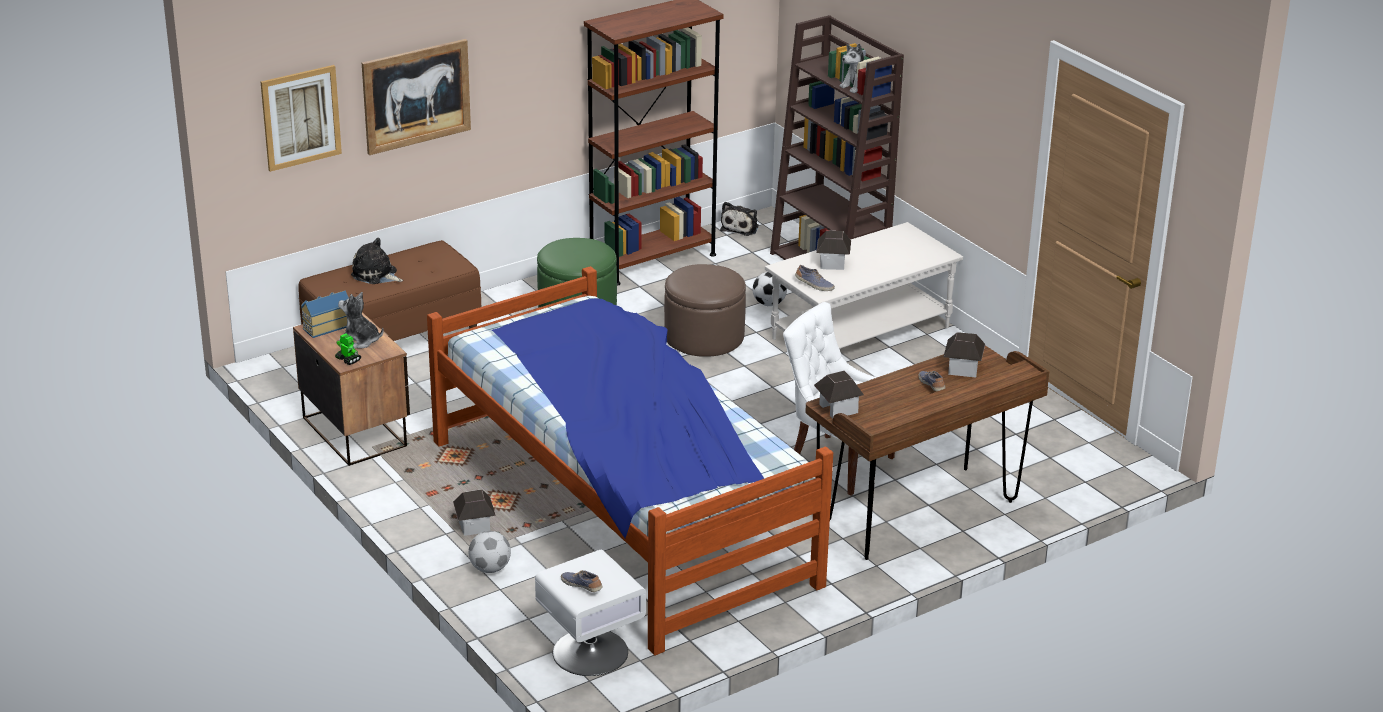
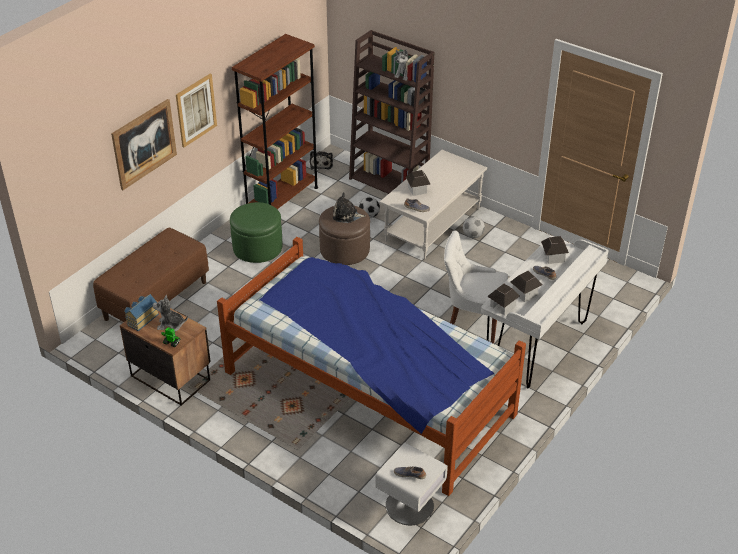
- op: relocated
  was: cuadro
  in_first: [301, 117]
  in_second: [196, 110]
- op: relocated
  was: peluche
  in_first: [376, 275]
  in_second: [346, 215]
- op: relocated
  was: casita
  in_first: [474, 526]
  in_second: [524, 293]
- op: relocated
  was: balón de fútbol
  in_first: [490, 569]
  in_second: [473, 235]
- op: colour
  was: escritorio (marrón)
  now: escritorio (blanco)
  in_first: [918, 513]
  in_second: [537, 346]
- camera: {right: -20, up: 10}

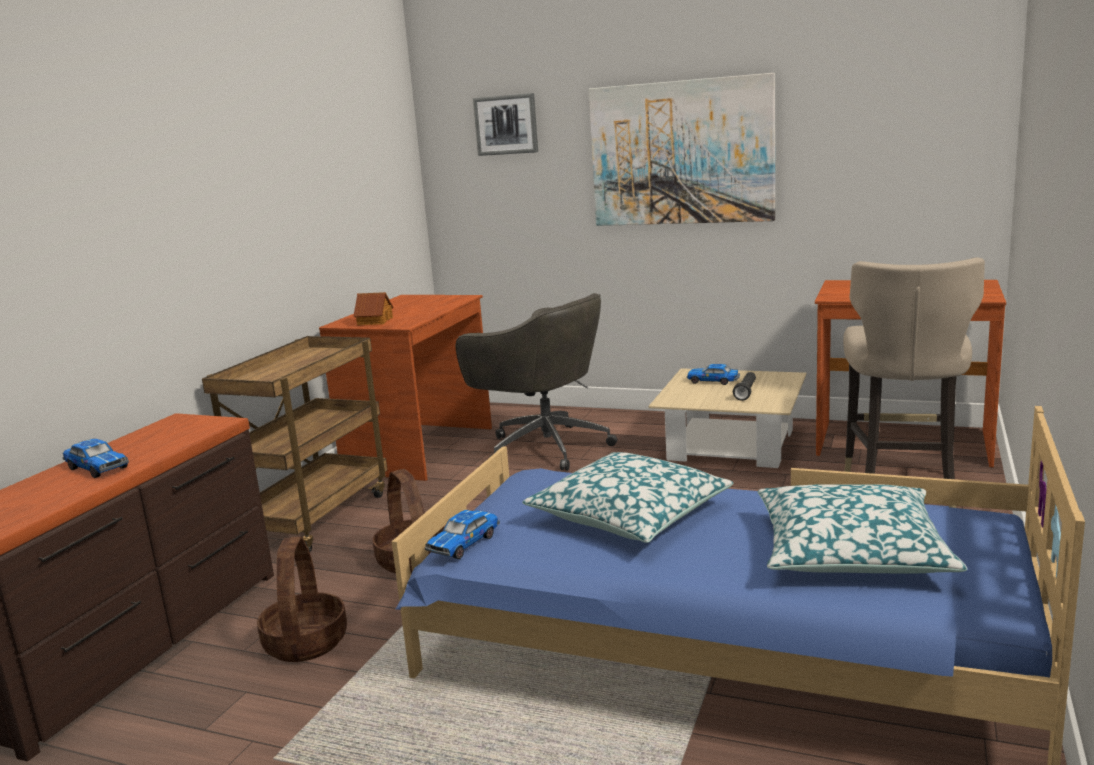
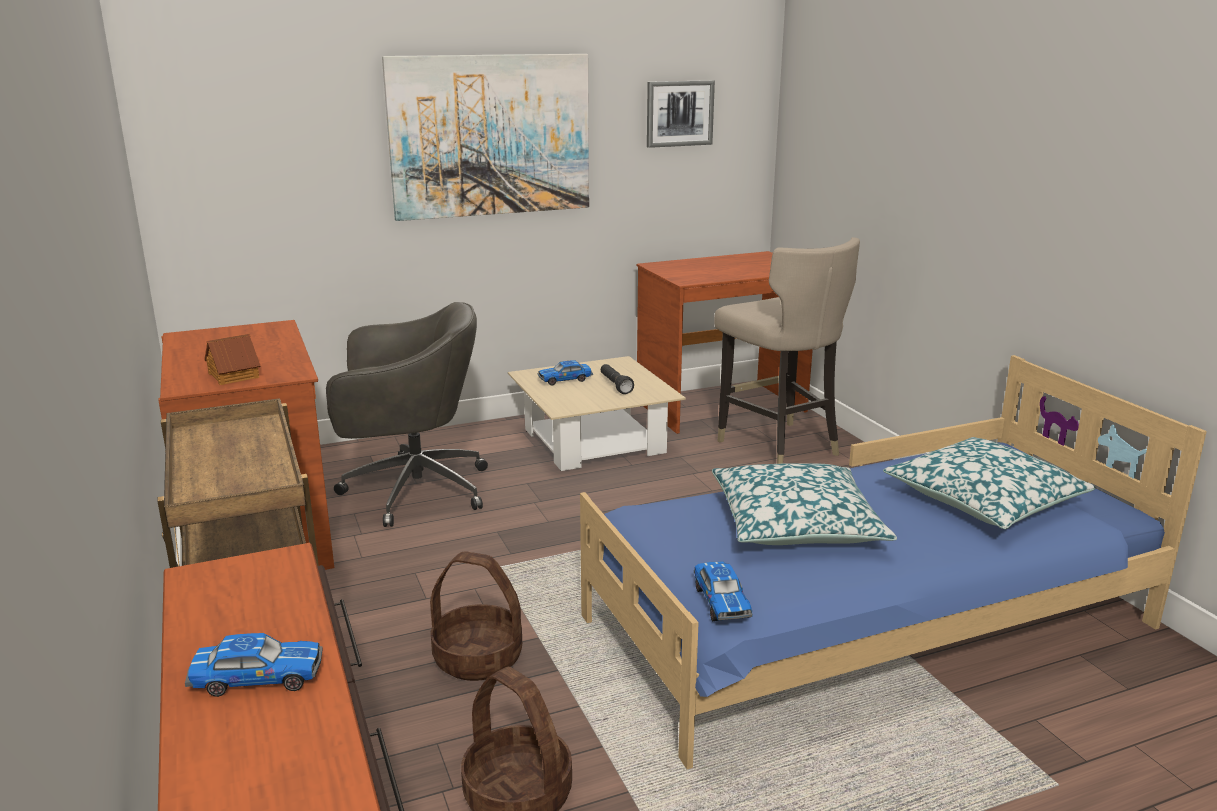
- op: relocated
  was: cuadro
  in_first: [506, 125]
  in_second: [679, 113]
- camera: {right: -45, up: 5}

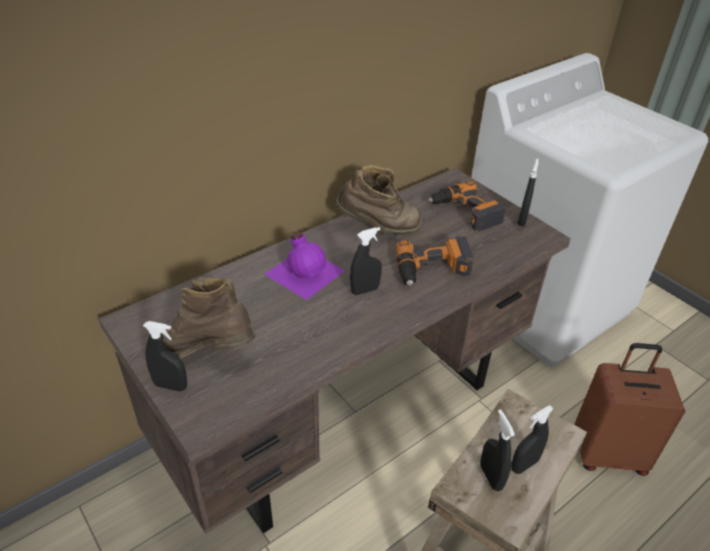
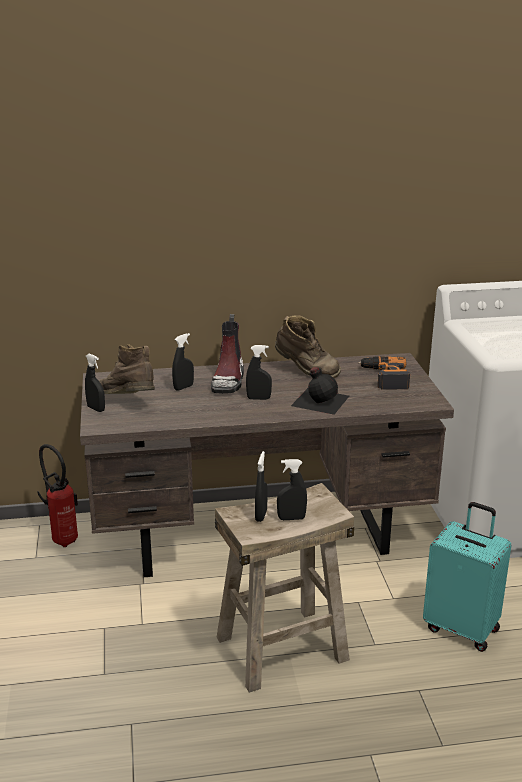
- op: appeared
  now: extintor
  in_second: [63, 539]
- op: relocated
  was: pulverizador (negro)
  in_first: [522, 220]
  in_second: [183, 387]
- op: exchanged
  was: botella (morado)
  now: bota
  in_first: [304, 271]
  in_second: [228, 381]
- op: exchanged
  was: taladro
  now: botella (negro)
  in_first: [433, 269]
  in_second: [320, 400]
- op: colour
  was: maleta (marrón)
  now: maleta (turquesa)
  in_first: [608, 453]
  in_second: [462, 628]
- camera: {right: 30, up: -15}

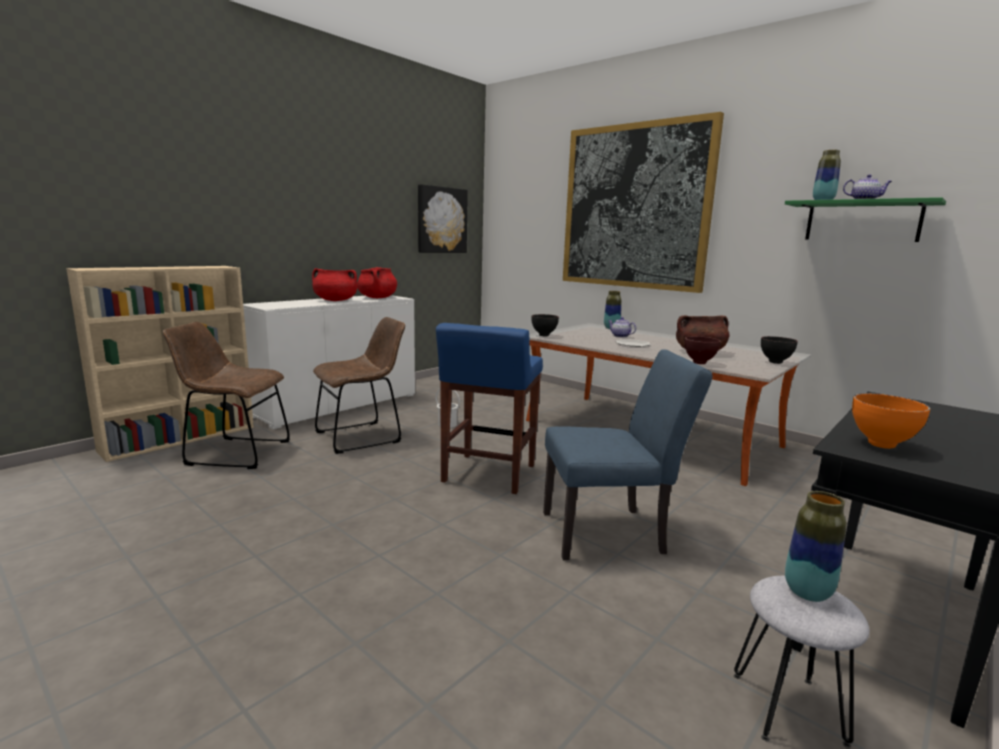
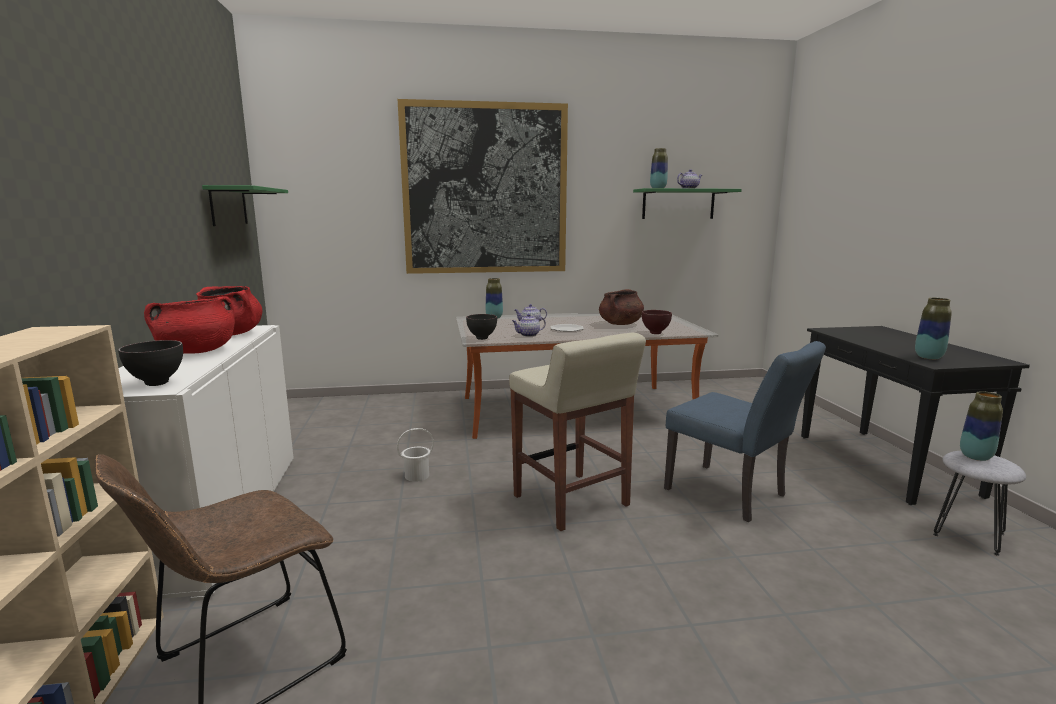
- op: missing
  was: silla (marrón)
  in_first: [362, 436]
- op: appeared
  now: tetera
  in_second: [528, 335]
- op: relocated
  was: cuenco (negro)
  in_first: [774, 362]
  in_second: [155, 384]
- op: exchanged
  was: cuadro
  now: estante (verde)
  in_first: [442, 220]
  in_second: [228, 206]
- op: exchanged
  was: cuenco (naranja)
  now: florero
  in_first: [880, 445]
  in_second: [928, 357]
- op: colour
  was: taburete (azul)
  now: taburete (beis)
  in_first: [488, 474]
  in_second: [571, 502]
- op: spun
  was: silla (azul)
  in_first: [612, 533]
  in_second: [733, 495]
  clockwise: 105
- camera: {right: -50, up: 0}

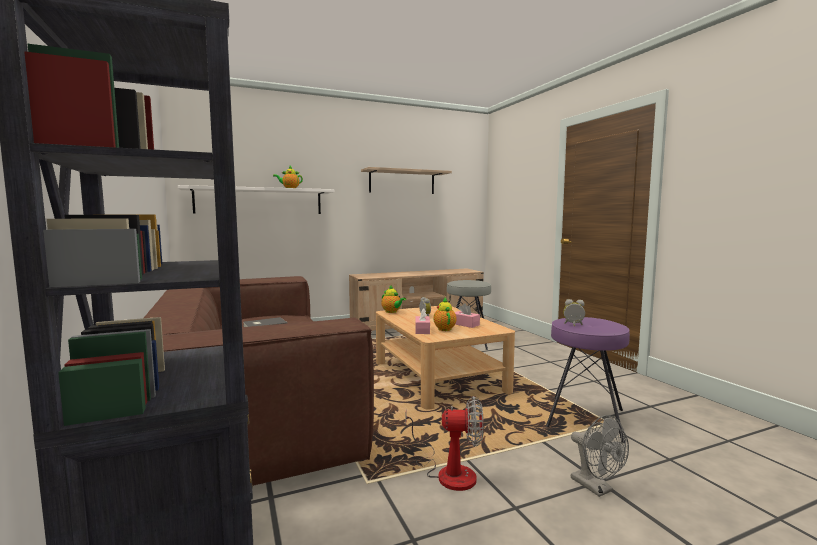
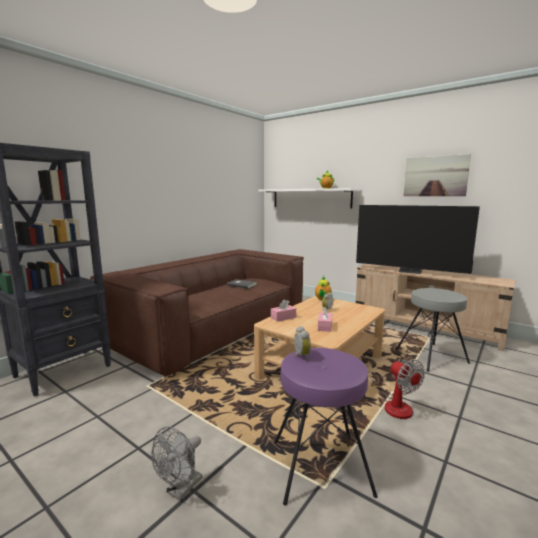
- op: missing
  was: tetera
  in_first: [444, 328]
- op: appeared
  now: televisor
  in_second: [410, 271]
- op: relocated
  was: ventilador
  in_first: [447, 471]
  in_second: [399, 404]
- op: exchanged
  was: estante
  now: cuadro
  in_first: [402, 182]
  in_second: [435, 176]
- camera: {right: 60, up: 5}

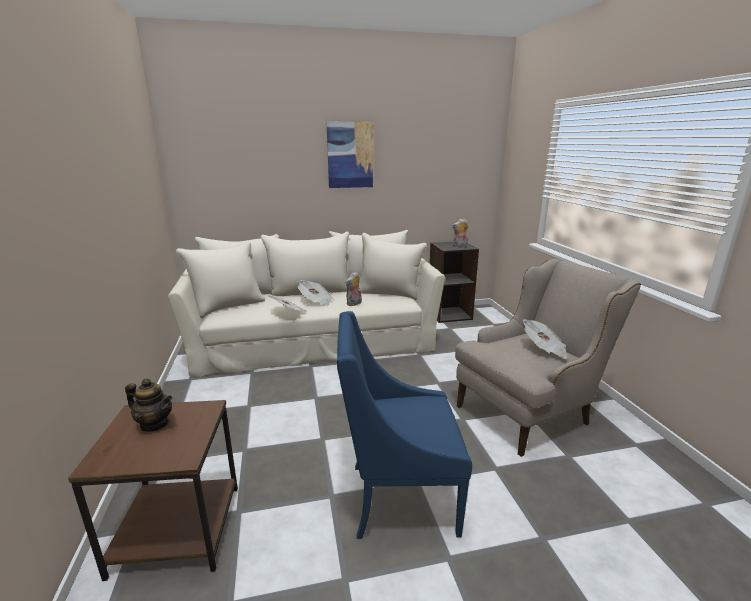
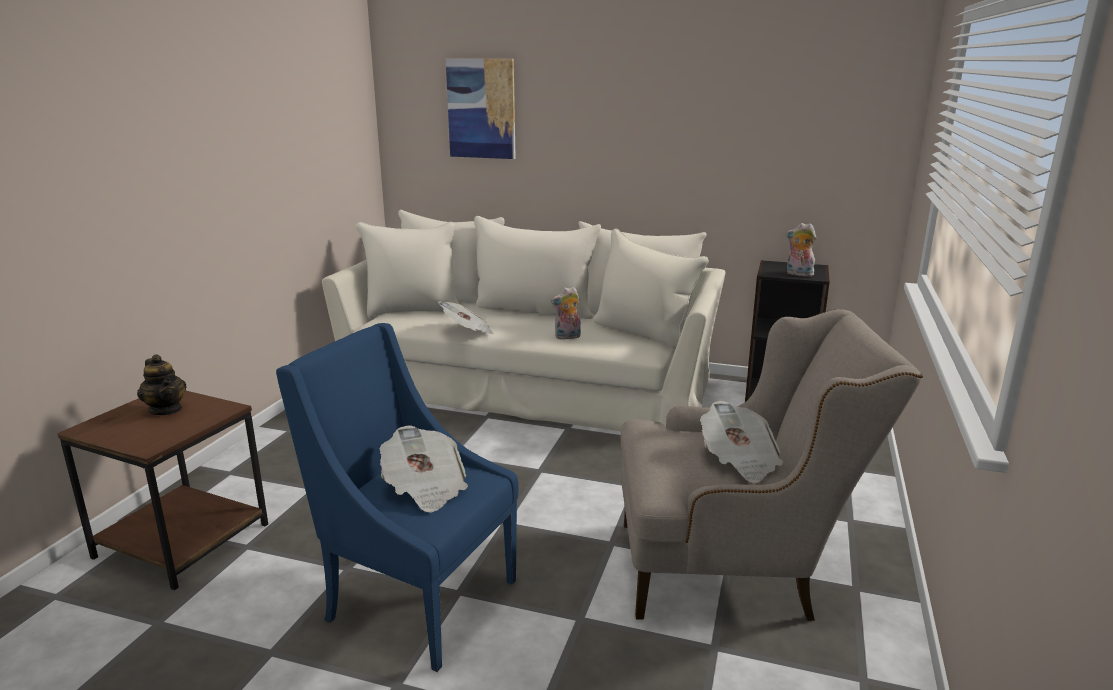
- op: relocated
  was: periódico
  in_first: [316, 301]
  in_second: [425, 488]
- op: relocated
  was: cuadro
  in_first: [350, 155]
  in_second: [481, 109]
- camera: {right: 30, up: 0}

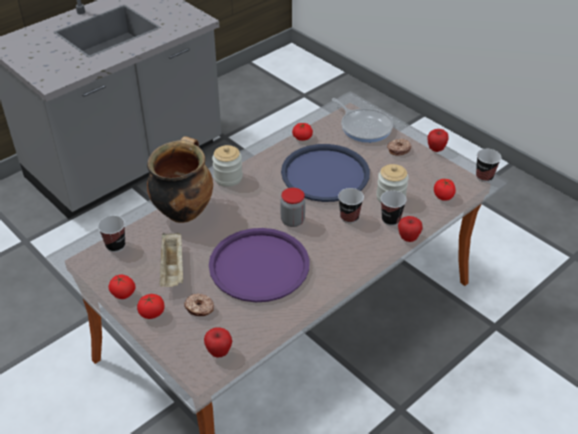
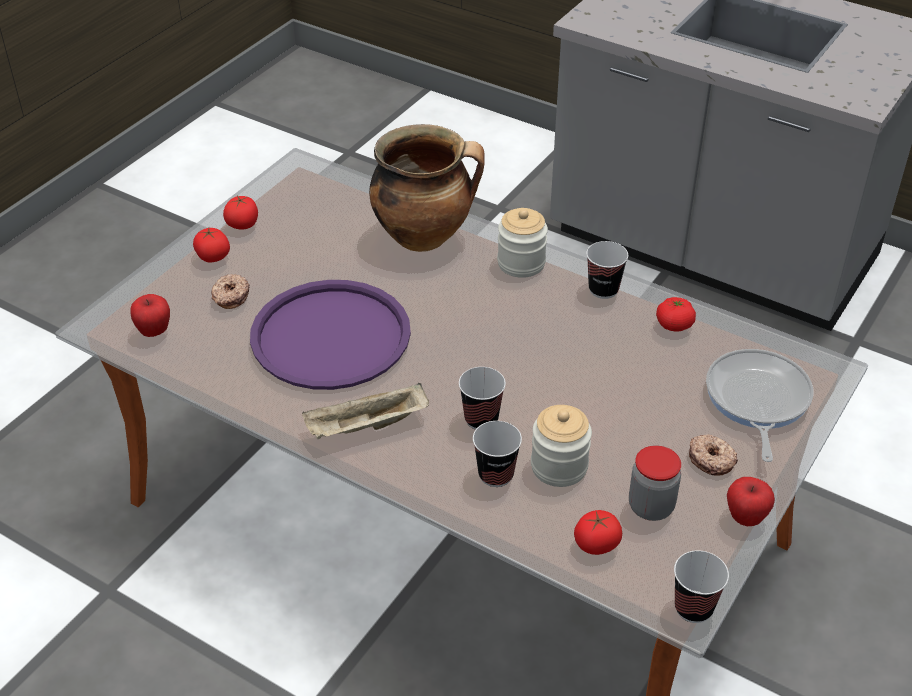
- op: missing
  was: bandeja (azul)
  in_first: [325, 174]
- op: missing
  was: manzana
  in_first: [408, 238]
- op: relocated
  was: taza
  in_first: [115, 245]
  in_second: [603, 289]
- op: relocated
  was: bandeja (beis)
  in_first: [173, 269]
  in_second: [366, 427]
- op: relocated
  was: tarro
  in_first: [292, 221]
  in_second: [651, 507]
- op: spun
  was: sartén
  in_first: [364, 127]
  in_second: [756, 400]
  clockwise: 150
- camera: {right: 75, up: 0}

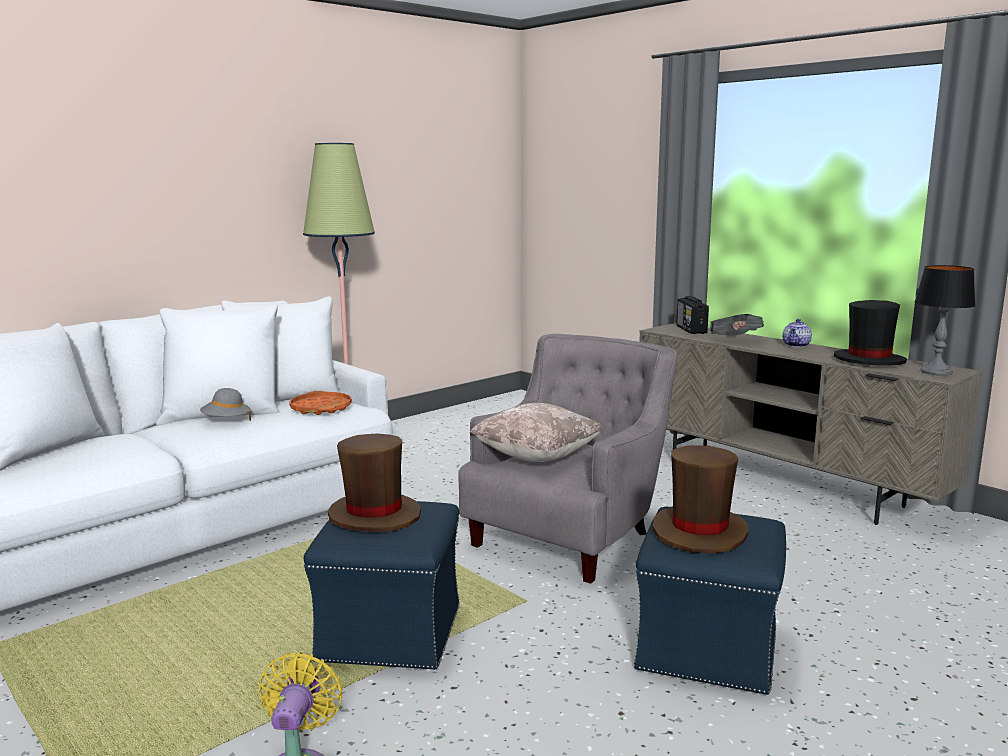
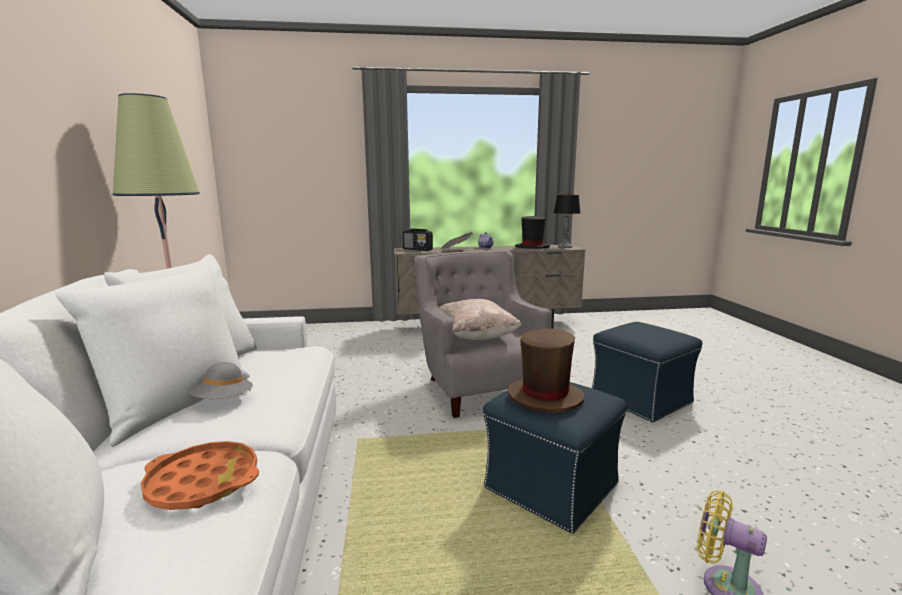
- op: missing
  was: sombrero (marrón)
  in_first: [699, 532]
- op: relocated
  was: bandeja (naranja)
  in_first: [321, 408]
  in_second: [203, 482]
- camera: {right: -55, up: 0}

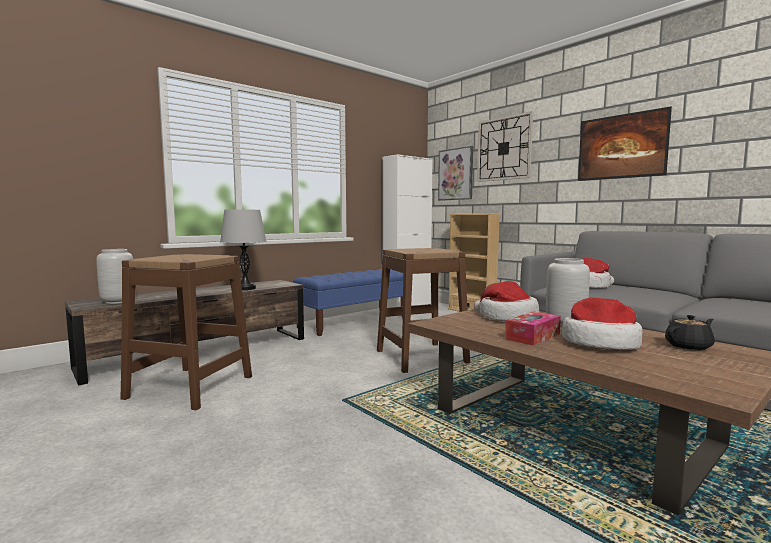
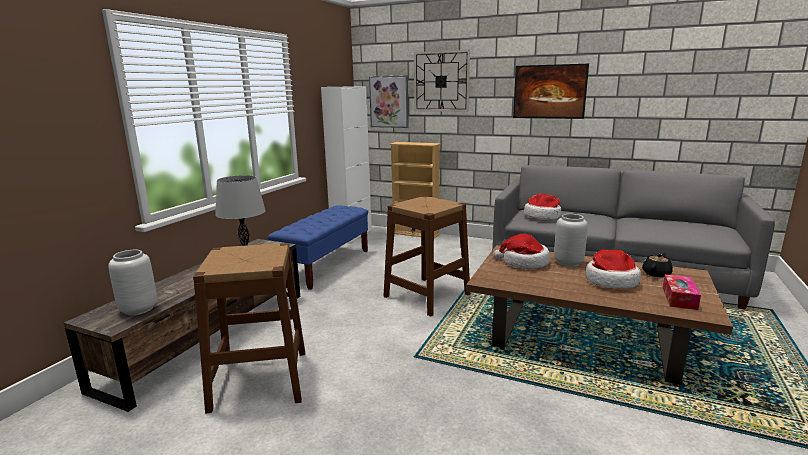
- op: relocated
  was: caja de pañuelos
  in_first: [533, 336]
  in_second: [679, 298]
- camera: {right: -25, up: 10}

